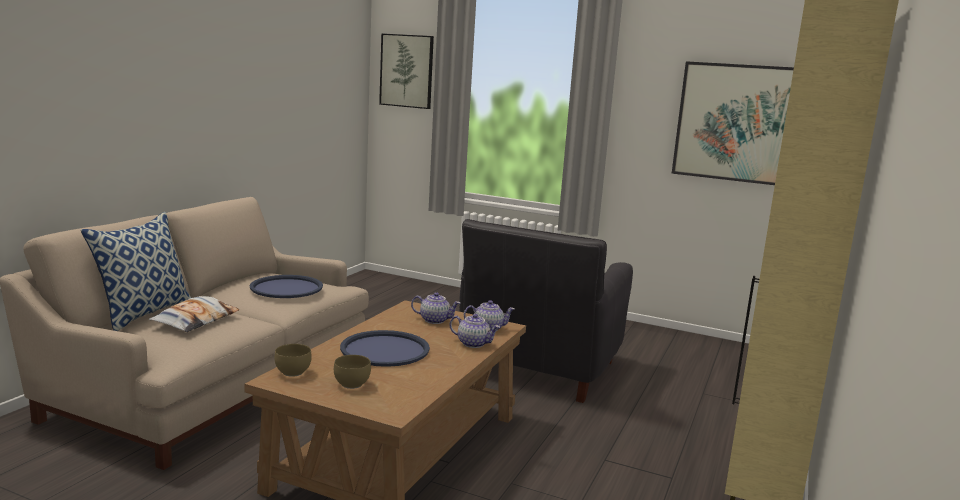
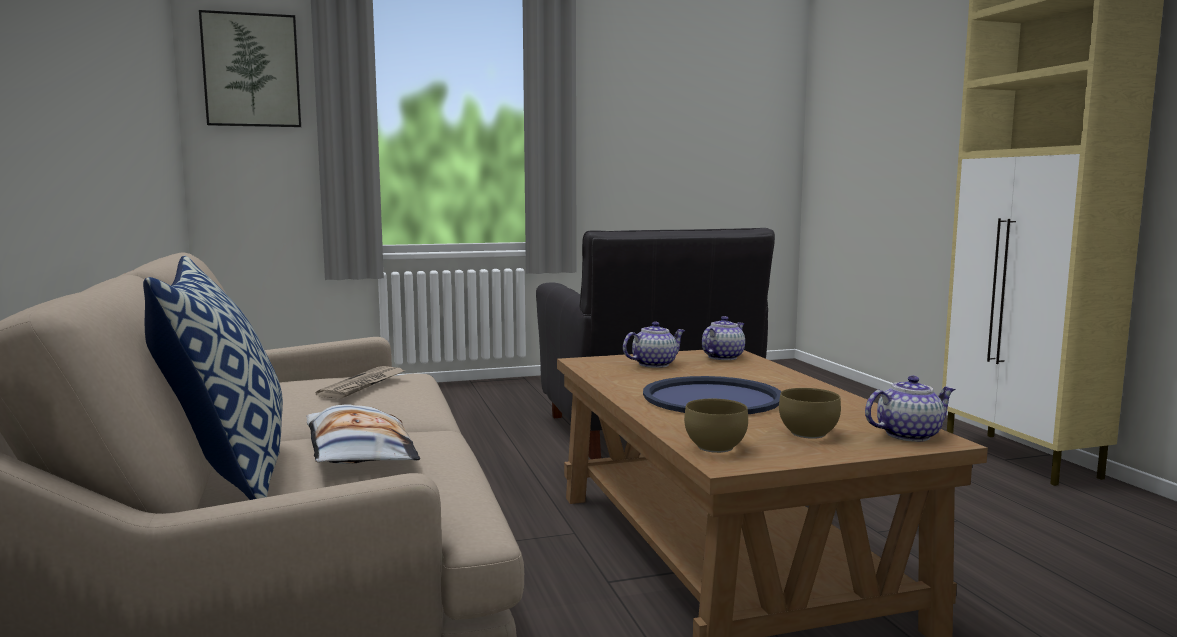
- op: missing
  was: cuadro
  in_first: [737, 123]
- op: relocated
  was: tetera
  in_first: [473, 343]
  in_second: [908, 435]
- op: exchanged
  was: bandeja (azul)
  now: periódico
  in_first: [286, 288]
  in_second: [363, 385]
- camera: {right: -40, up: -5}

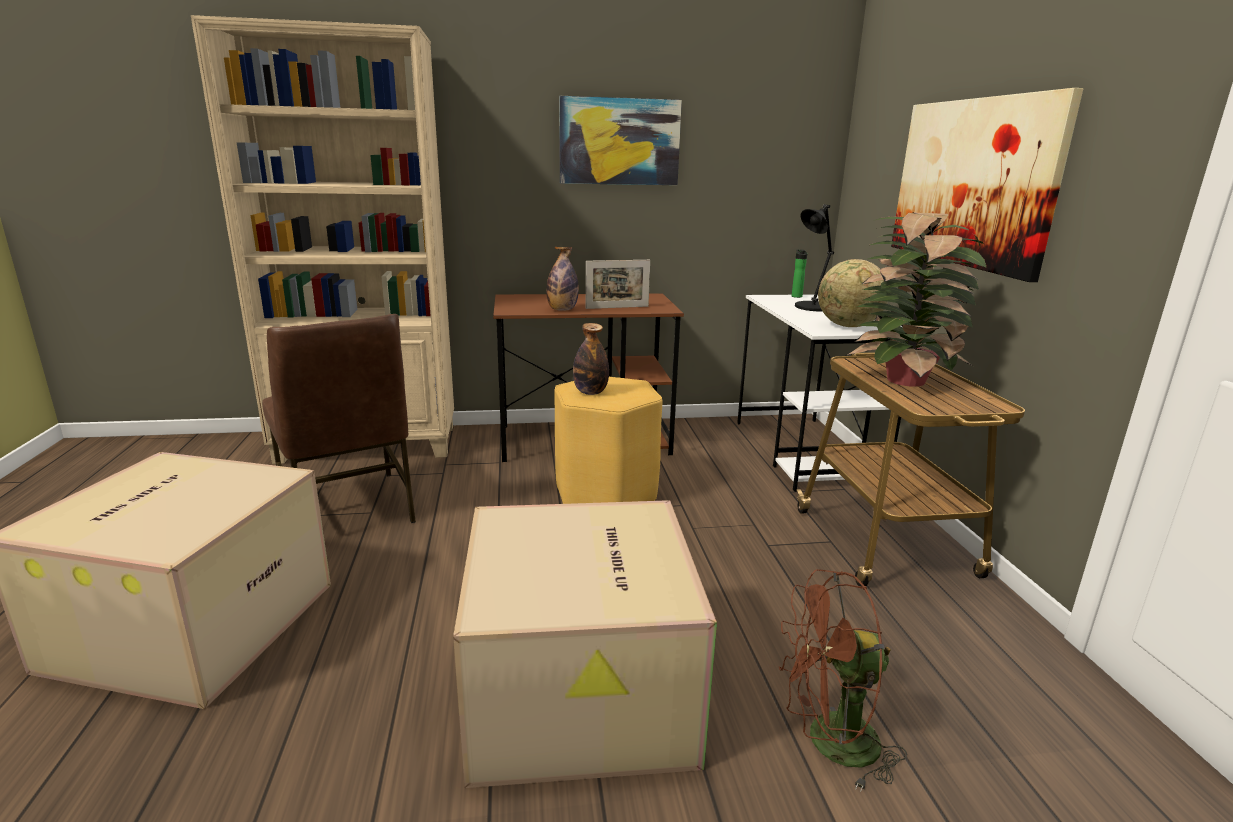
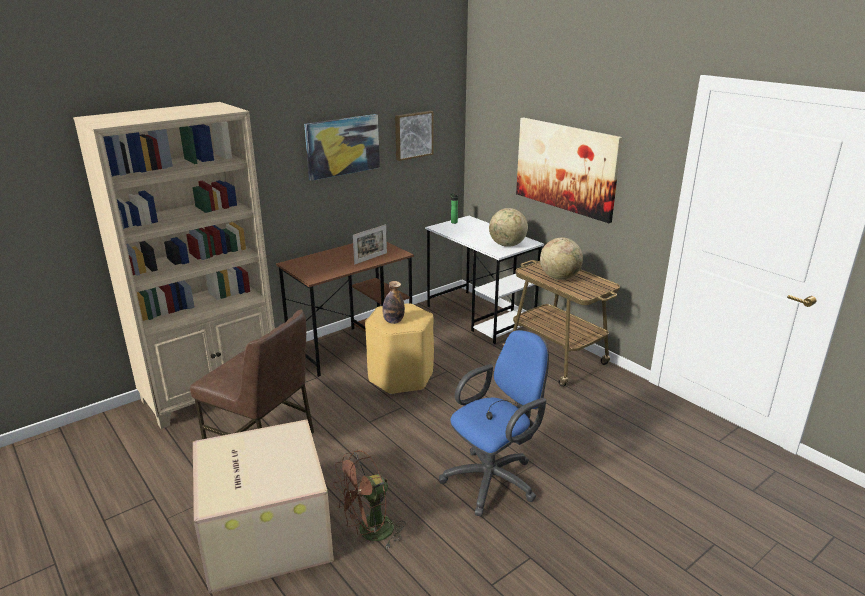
- op: missing
  was: botella
  in_first: [562, 310]
- op: missing
  was: lámpara de mesa (negro)
  in_first: [812, 307]
- op: appeared
  now: cuadro
  in_second: [413, 135]
- op: relocated
  was: ventilador (marrón)
  in_first: [829, 744]
  in_second: [369, 533]
- op: exchanged
  was: caja de cartón
  now: silla de oficina (azul)
  in_first: [583, 693]
  in_second: [494, 479]
- op: exchanged
  was: planta en maceta
  now: globo terráqueo
  in_first: [905, 379]
  in_second: [559, 277]
- camera: {right: -30, up: 5}

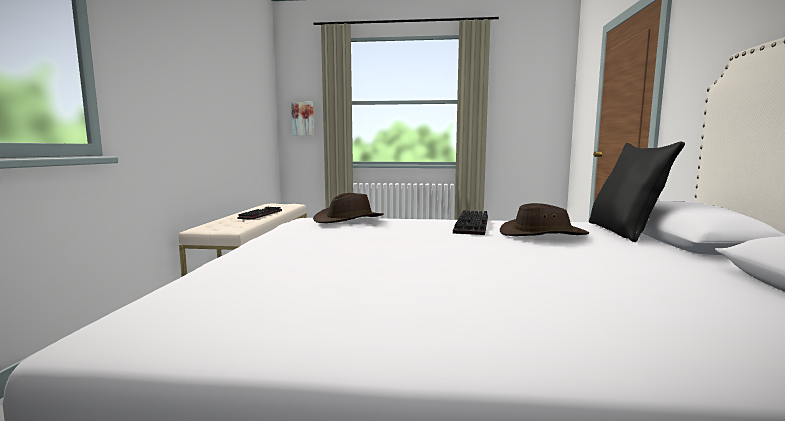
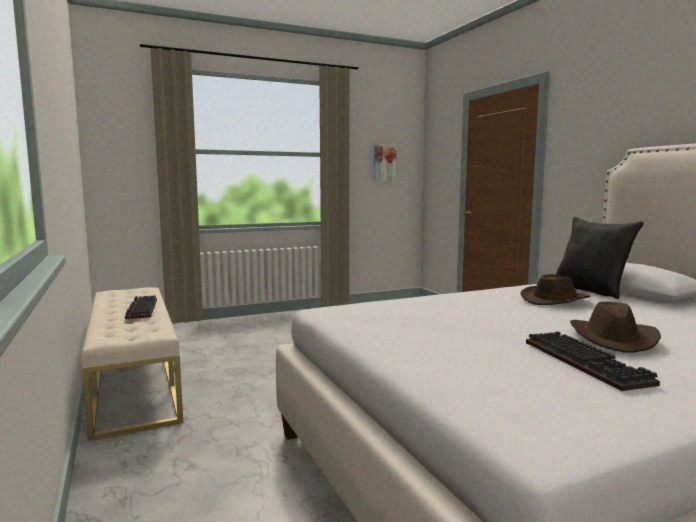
- op: relocated
  was: cuadro
  in_first: [303, 119]
  in_second: [384, 163]
- op: relocated
  was: sombrero (marrón)
  in_first: [349, 219]
  in_second: [613, 339]
- op: relocated
  was: teclado
  in_first: [473, 225]
  in_second: [588, 363]
- camera: {right: -30, up: 0}

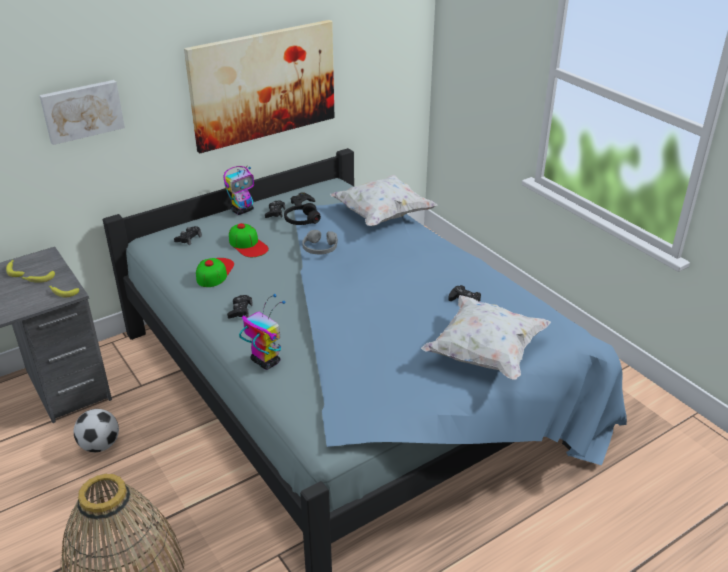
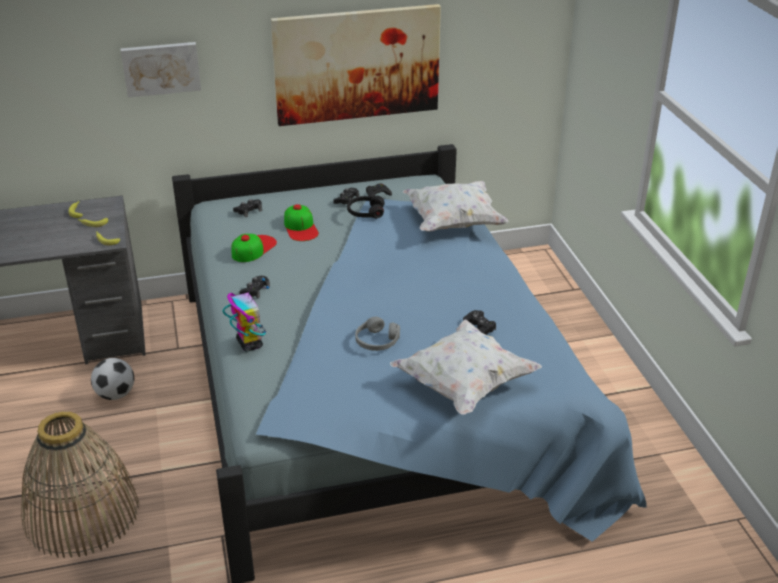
- op: missing
  was: robot de juguete
  in_first: [242, 210]
- op: relocated
  was: auriculares (gris)
  in_first: [320, 248]
  in_second: [377, 341]
- camera: {right: 20, up: 0}

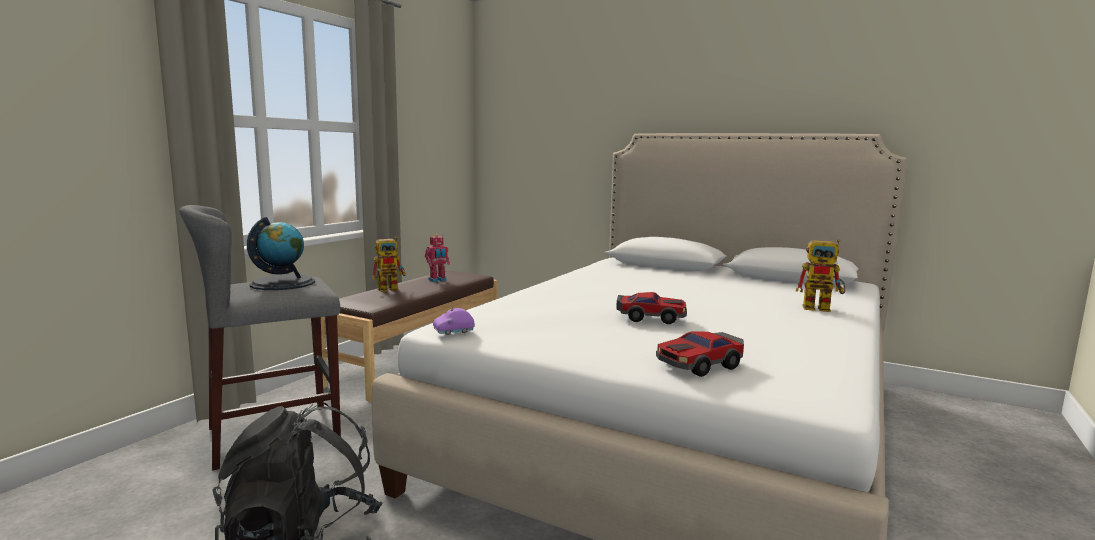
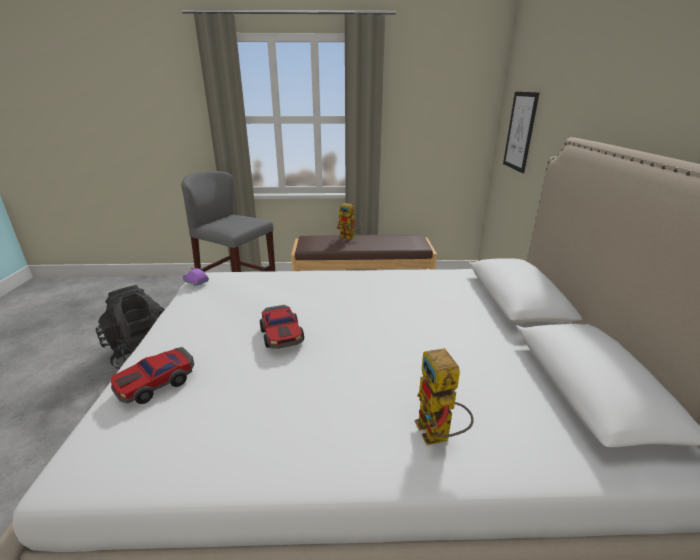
- op: missing
  was: globo terráqueo
  in_first: [282, 283]
- op: missing
  was: robot de juguete
  in_first: [438, 280]
- op: appeared
  now: cuadro
  in_second: [520, 131]
- op: spun
  was: coche de juguete
  in_first: [700, 364]
  in_second: [156, 383]
  clockwise: -75
- camera: {right: 60, up: 15}

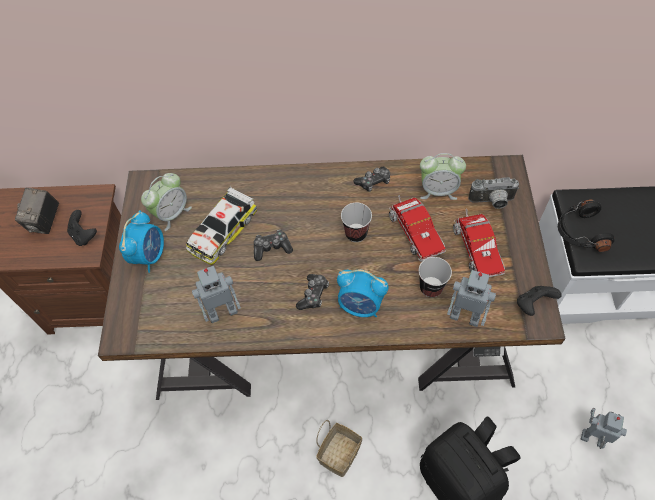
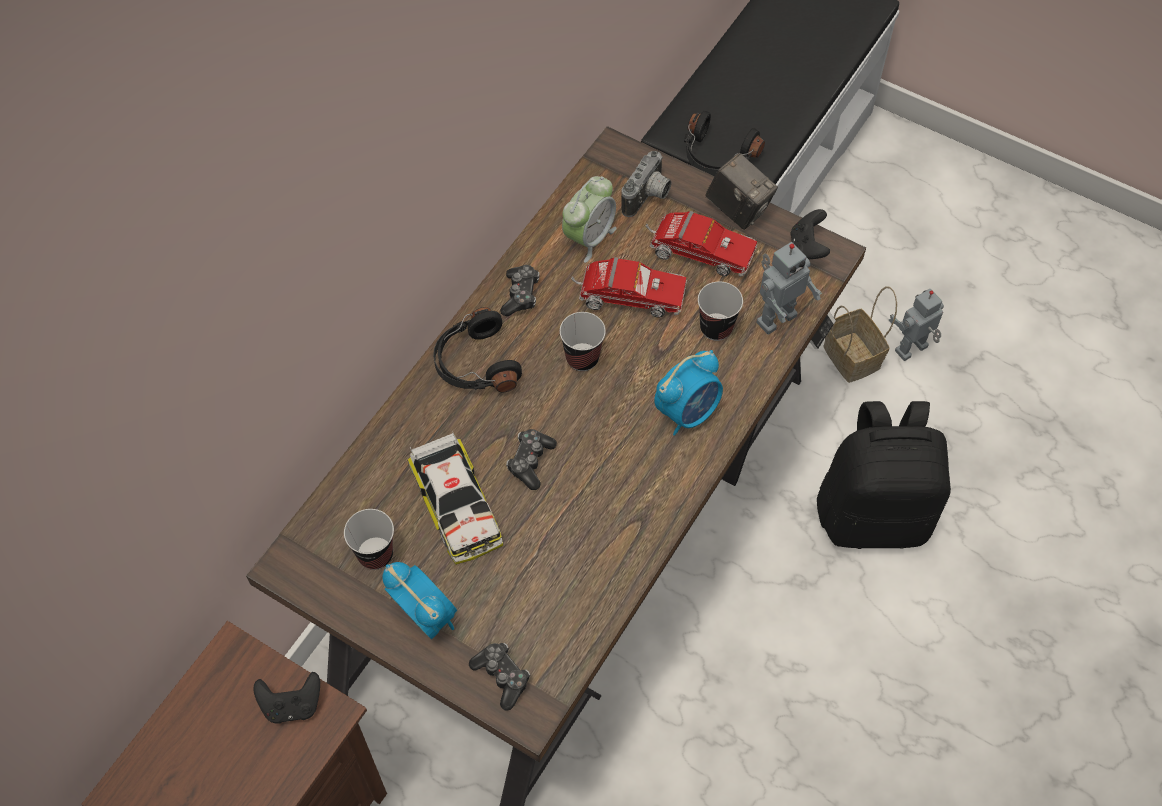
- op: missing
  was: robot de juguete
  in_first: [222, 311]
- op: appeared
  now: auriculares (negro)
  in_second: [475, 364]
- op: relocated
  was: cámara
  in_first: [45, 221]
  in_second: [738, 209]
- op: relocated
  was: mando de consola
  in_first: [313, 295]
  in_second: [502, 676]
- op: relocated
  was: cesta
  in_first: [339, 456]
  in_second: [853, 358]
- op: exchanged
  was: despertador
  now: taza
  in_first: [171, 213]
  in_second: [375, 554]
- camera: {right: -60, up: 0}

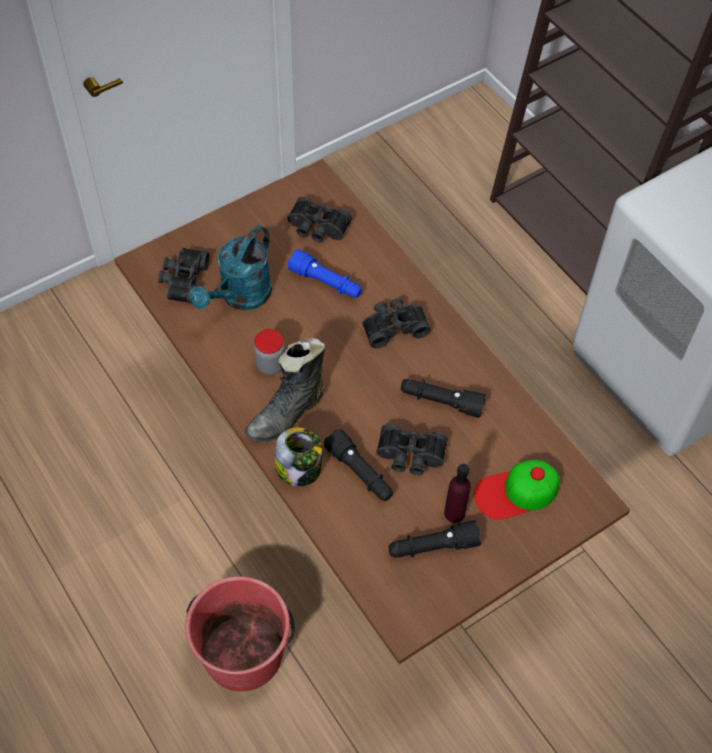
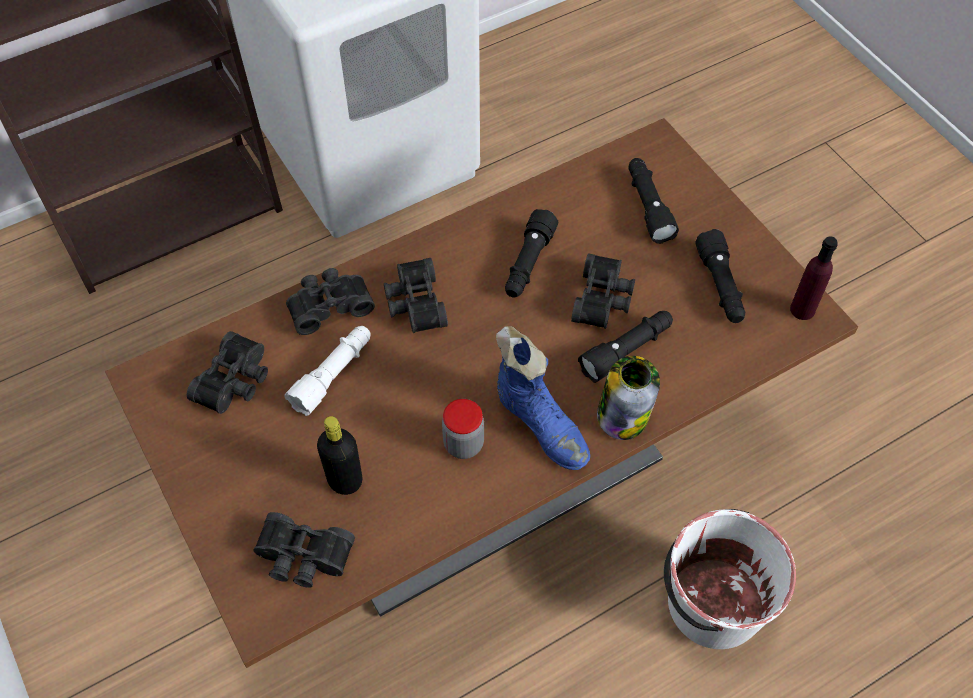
- op: appeared
  now: prismáticos (negro)
  in_second: [329, 305]
- op: relocated
  was: botella (morado)
  in_first: [454, 513]
  in_second: [802, 310]
- op: exchanged
  was: regadera (turquesa)
  now: botella (negro)
  in_first: [240, 297]
  in_second: [345, 480]
- op: exchanged
  was: gorra
  now: linterna (negro)
  in_first: [516, 492]
  in_second: [648, 206]
- op: colour
  was: cubo (rojo)
  now: cubo (blanco)
  in_first: [243, 652]
  in_second: [712, 603]
- op: colour
  was: bota (negro)
  now: bota (azul)
  in_first: [288, 413]
  in_second: [541, 425]
- op: colour
  was: linterna (azul)
  now: linterna (blanco)
  in_first: [326, 282]
  in_second: [333, 375]
- camera: {right: -85, up: 0}

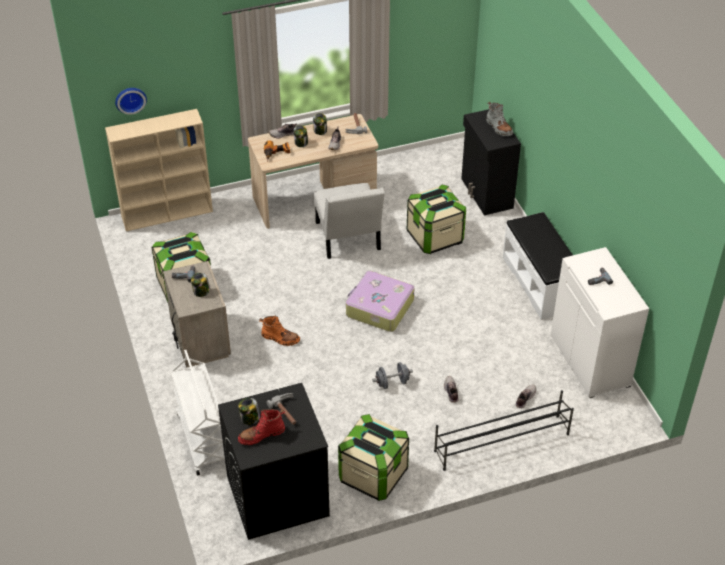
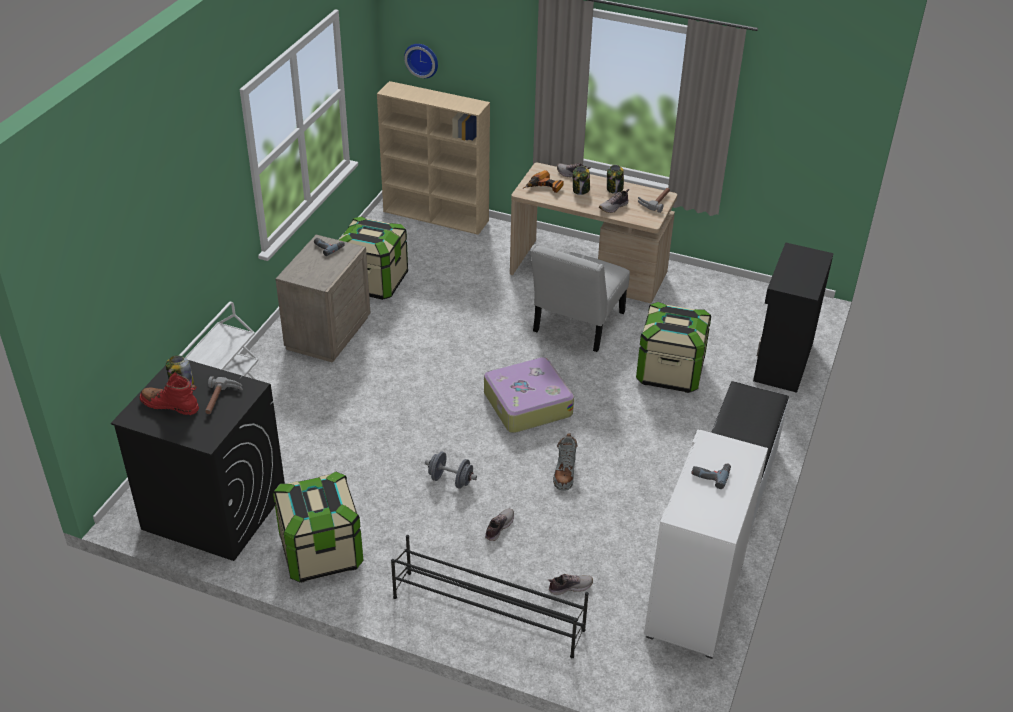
- op: missing
  was: tarro
  in_first: [201, 292]
- op: missing
  was: bota (naranja)
  in_first: [280, 338]
- op: relocated
  was: bota (gris)
  in_first: [498, 128]
  in_second: [564, 473]
- camera: {right: 40, up: -5}

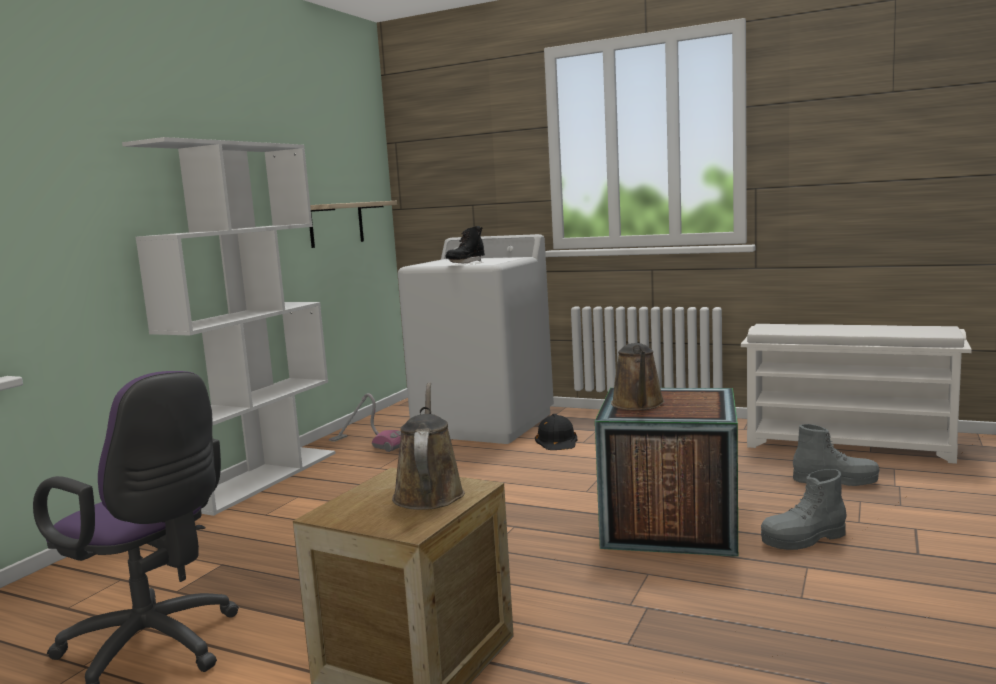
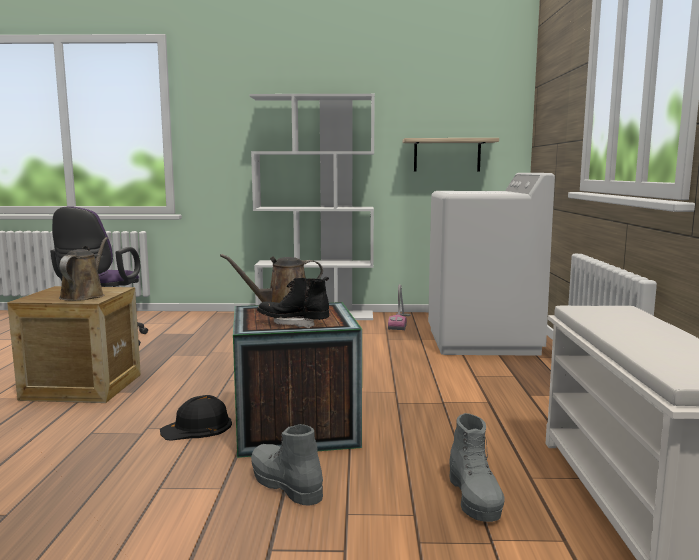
- op: relocated
  was: bota (negro)
  in_first: [466, 263]
  in_second: [294, 324]
- op: relocated
  was: casco (negro)
  in_first: [557, 440]
  in_second: [197, 427]
- op: spun
  was: regadera (marrón)
  in_first: [429, 493]
  in_second: [84, 295]
  clockwise: -60
- camera: {right: 65, up: 0}

